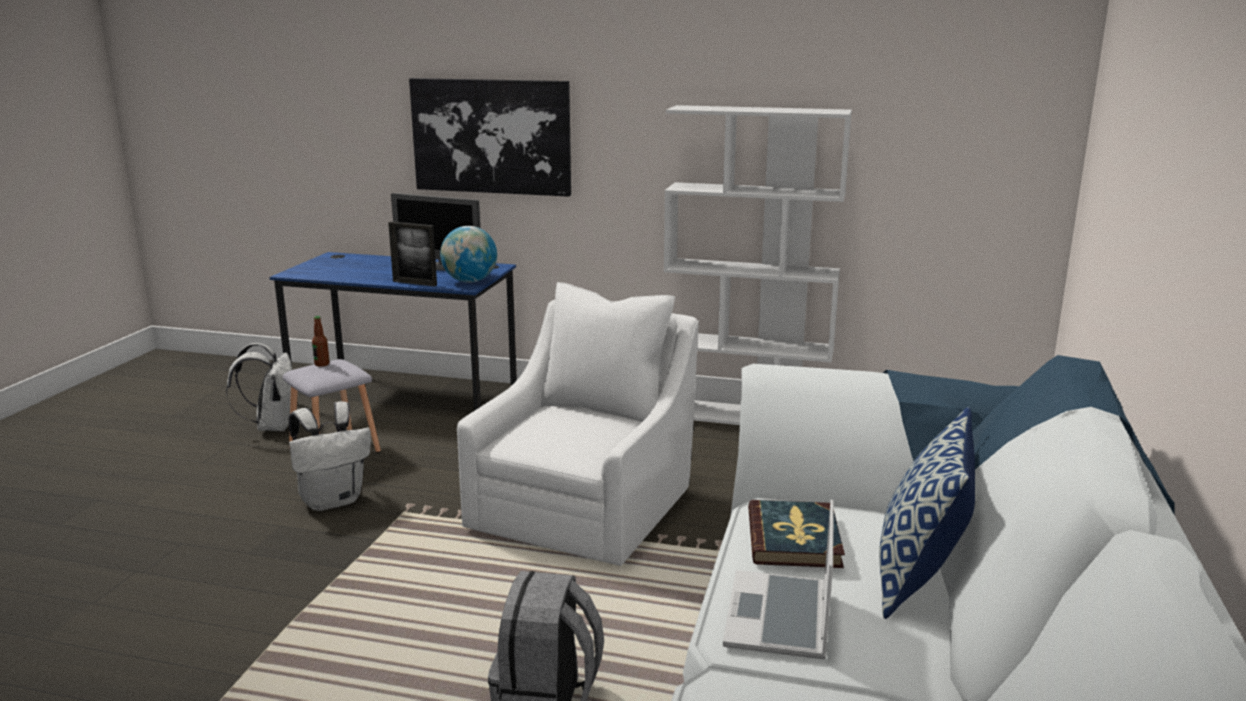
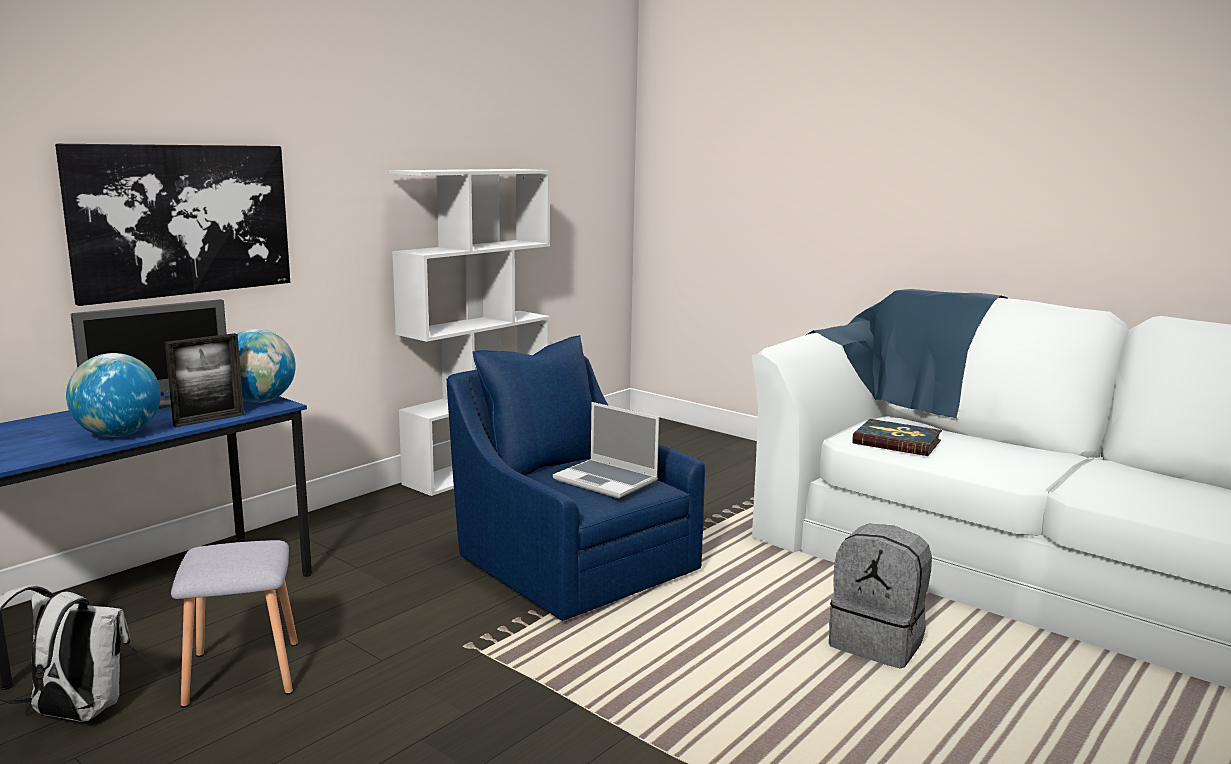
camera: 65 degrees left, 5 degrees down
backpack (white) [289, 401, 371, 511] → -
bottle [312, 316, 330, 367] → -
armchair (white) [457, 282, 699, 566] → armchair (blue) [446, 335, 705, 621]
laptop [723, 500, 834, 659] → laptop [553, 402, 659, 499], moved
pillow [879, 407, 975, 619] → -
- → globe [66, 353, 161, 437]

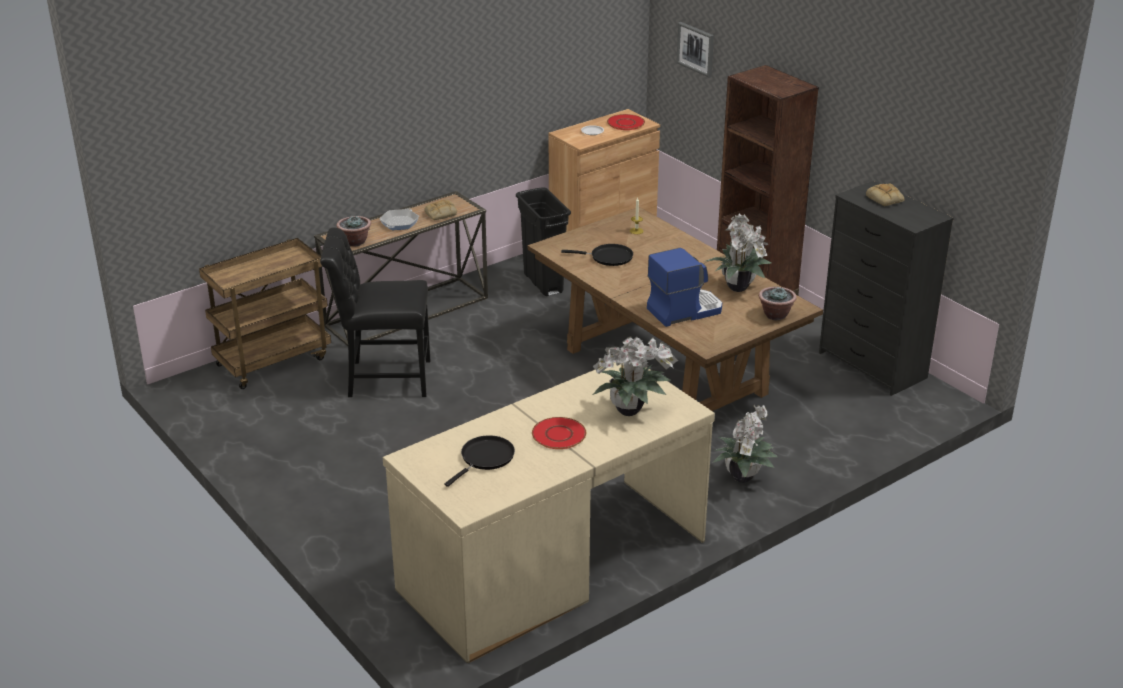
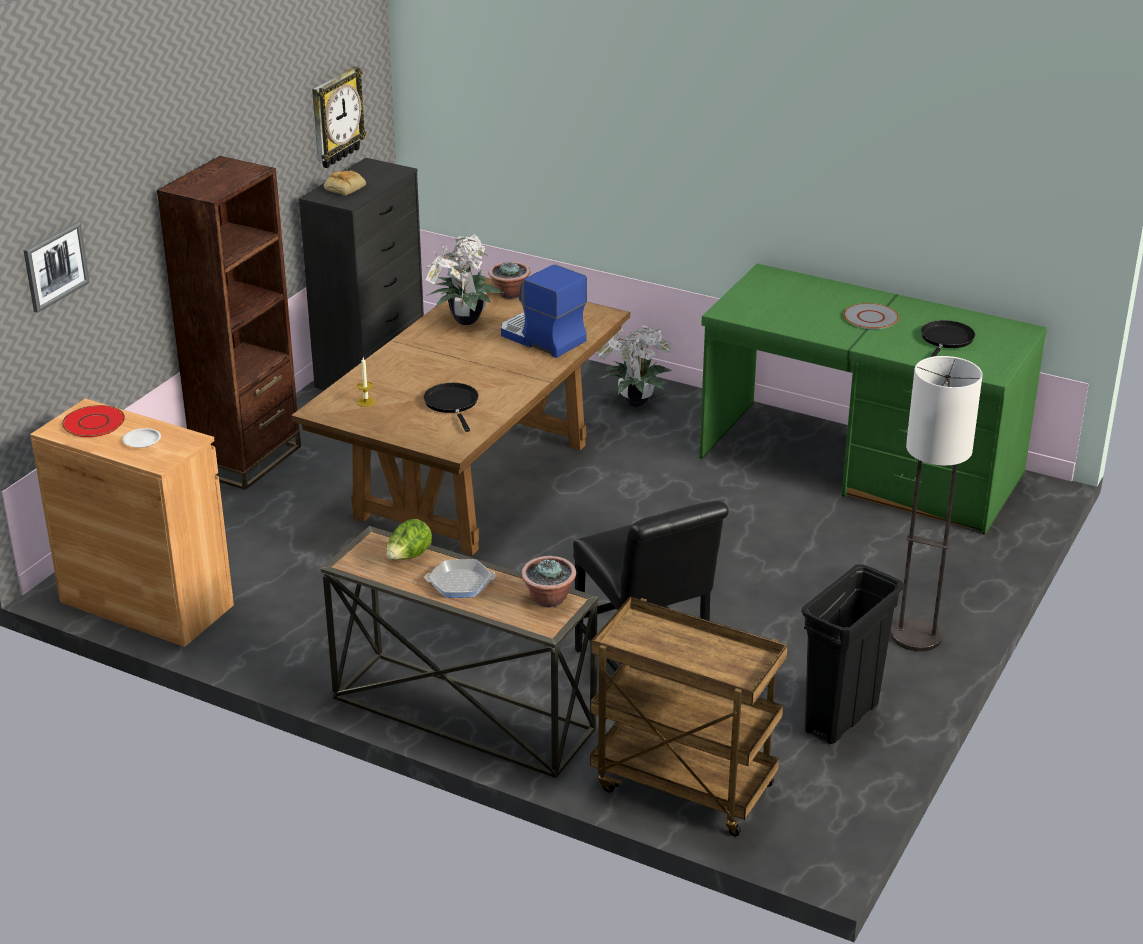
camera: 115 degrees left, 0 degrees up
desk (beige) [383, 362, 715, 663] → desk (green) [699, 264, 1047, 535]
bread [424, 199, 457, 220] → lettuce [386, 519, 432, 560]
frying pan (black) [445, 435, 515, 487] → frying pan (black) [921, 320, 975, 357], 105 degrees clockwise
trash can (black) [516, 187, 571, 296] → trash can (black) [801, 565, 904, 744], moved
plate (red) [532, 417, 586, 449] → plate (grey) [844, 303, 899, 329]
potted plant [593, 336, 678, 416] → -
- → wall clock [312, 66, 367, 168]
- → floor lamp [891, 356, 983, 651]

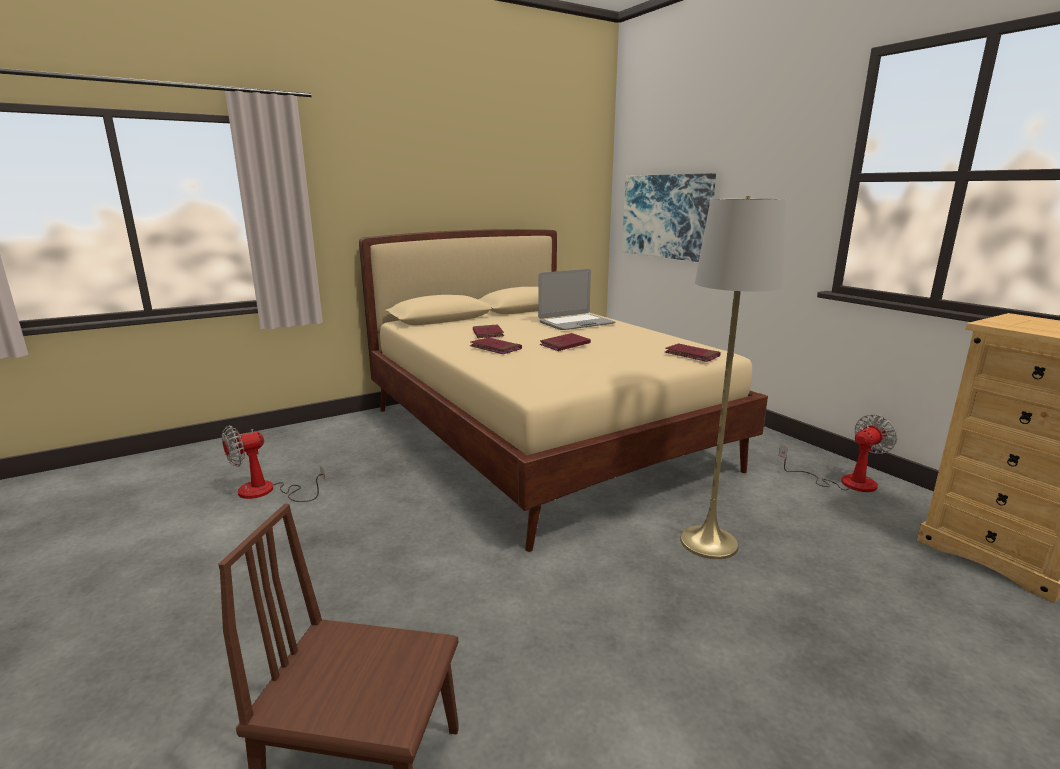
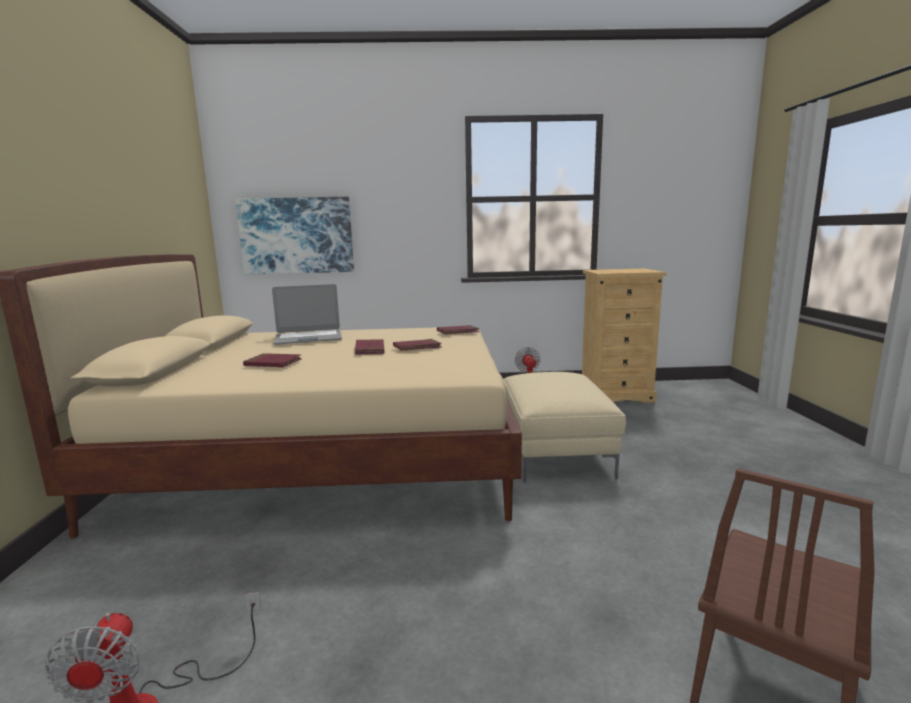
camera: 60 degrees left, 5 degrees down
book (red) [470, 337, 522, 354] → book (red) [393, 339, 442, 351], moved
laptop [538, 269, 616, 330] → laptop [272, 284, 342, 345], 75 degrees clockwise
floor lamp (grey) [680, 196, 786, 559] → ottoman (beige) [503, 372, 626, 482]

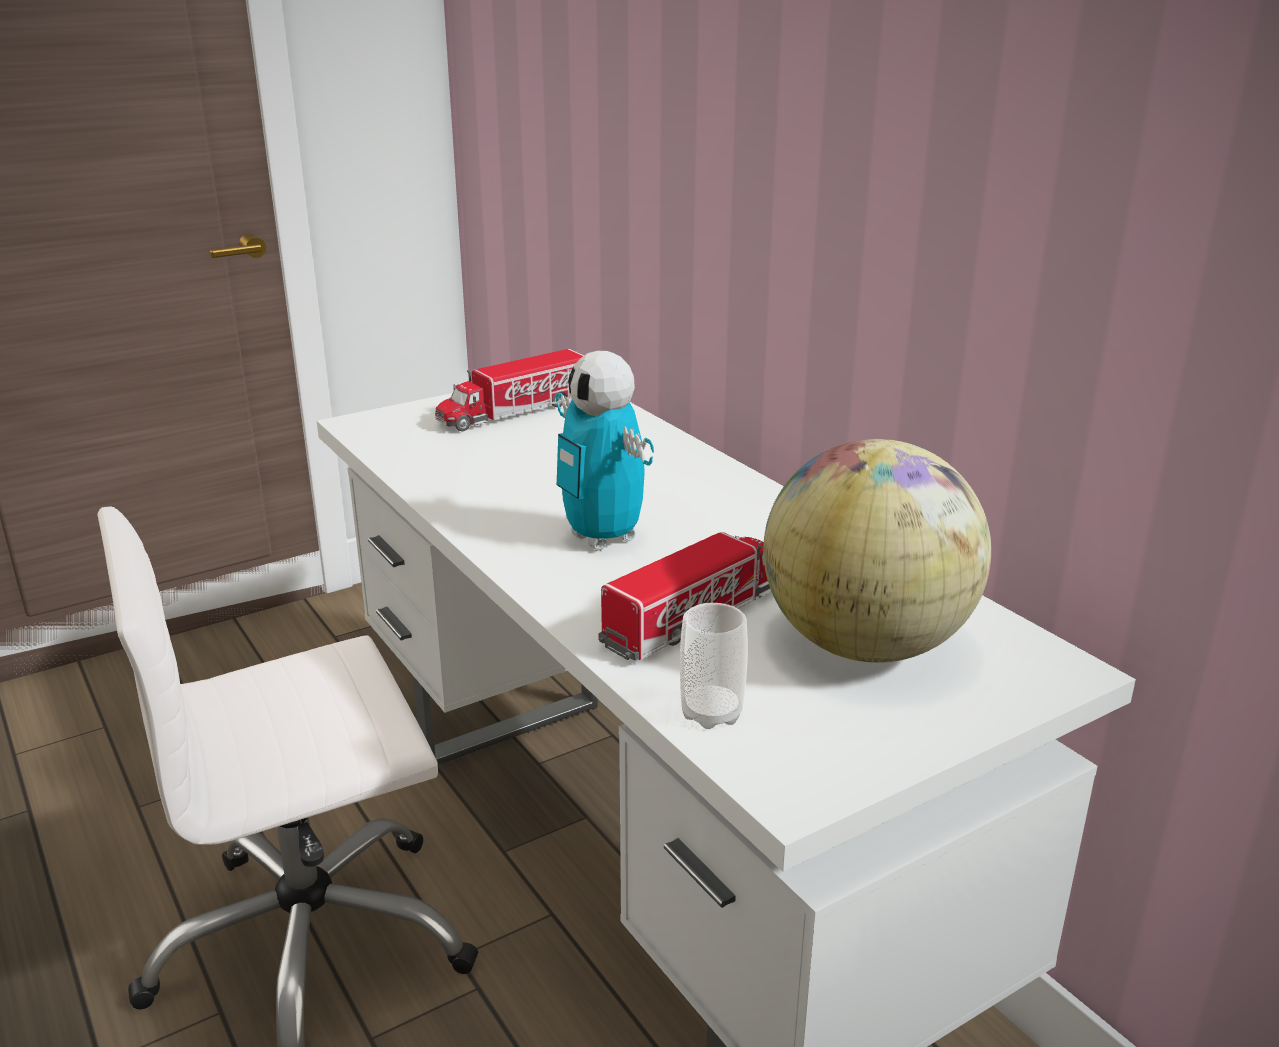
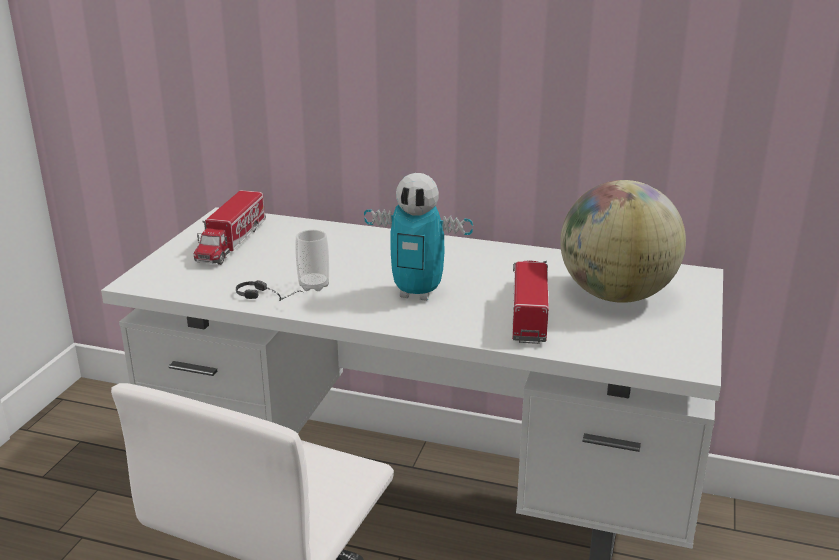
camera: 40 degrees left, 0 degrees up
cup [680, 603, 748, 729] → cup [295, 230, 329, 291], moved
- → headphones [236, 280, 302, 301]

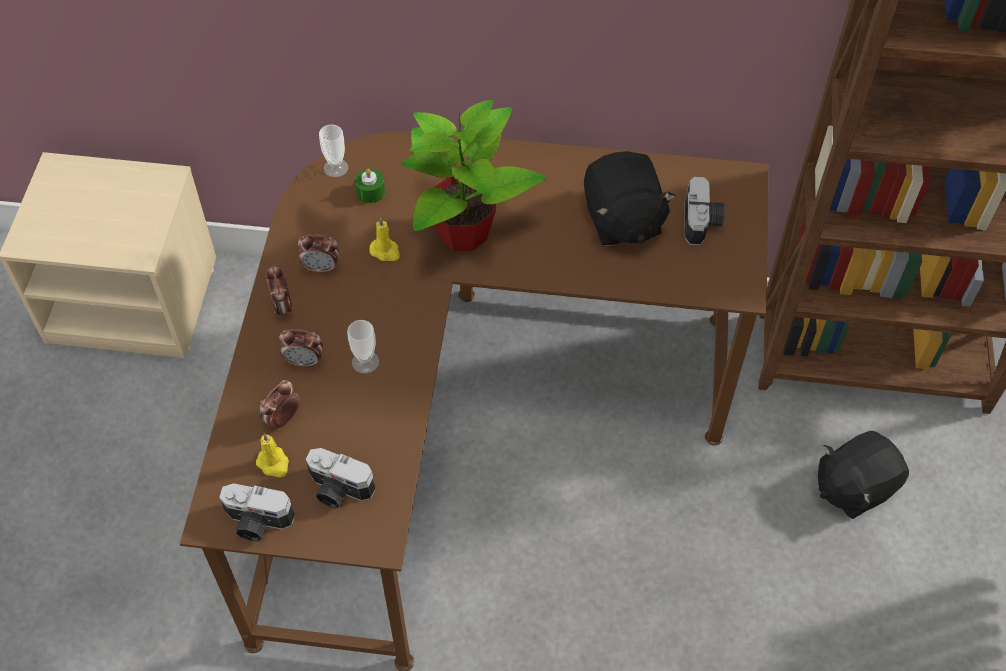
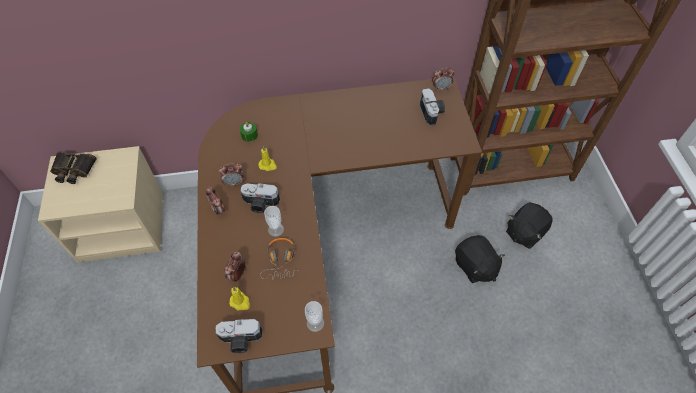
camera: 15 degrees left, 0 degrees up
alarm clock [279, 329, 323, 367] → alarm clock [432, 67, 454, 90], moved
photo camera [306, 448, 376, 509] → photo camera [240, 183, 280, 213], moved
cup [319, 124, 348, 177] → cup [305, 301, 324, 332], moved
potted plant [401, 100, 546, 251] → -
plush toy (black) [584, 151, 676, 246] → plush toy (black) [455, 235, 505, 283], moved
- → binoculars [50, 151, 96, 184]
- → headphones [260, 238, 300, 280]

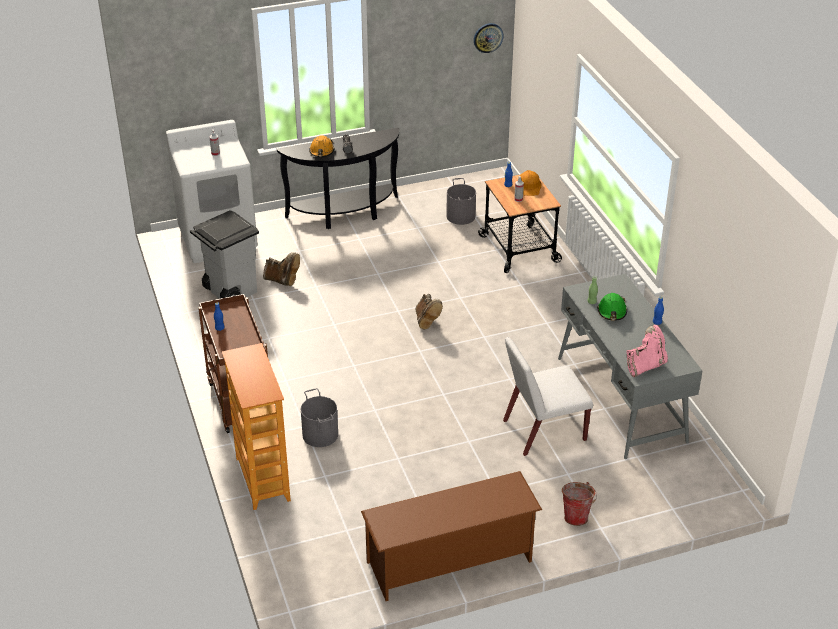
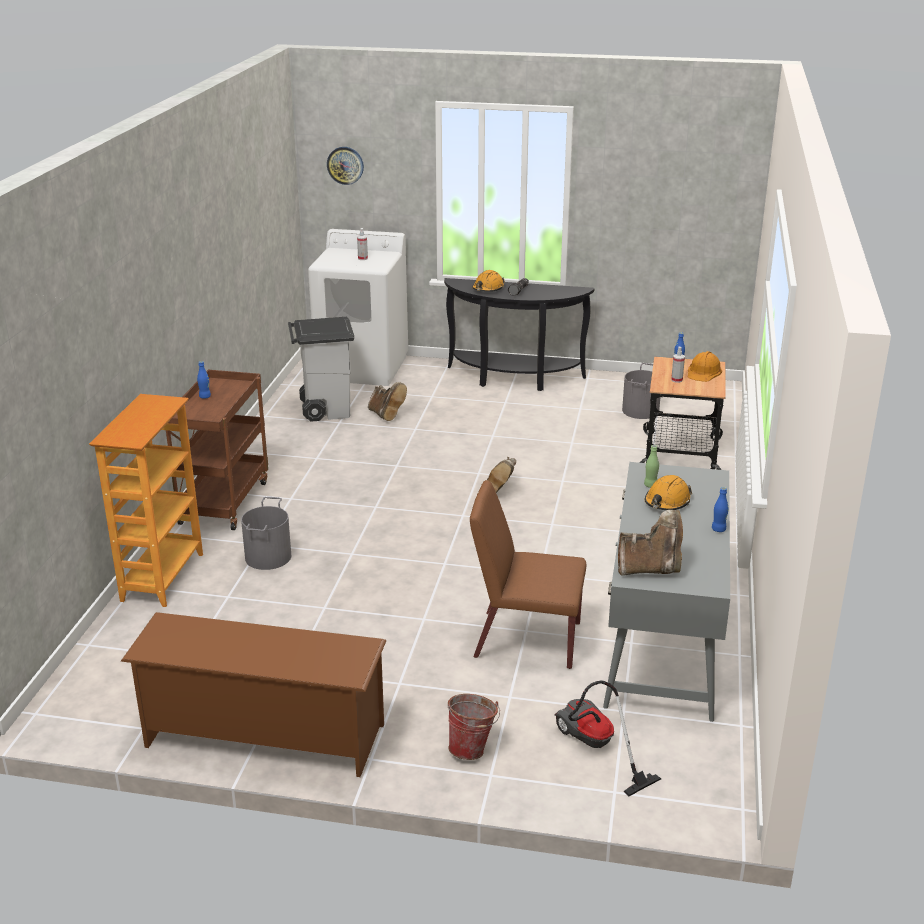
camera: 30 degrees right, 10 degrees down
wall clock [474, 23, 504, 53] → wall clock [327, 147, 364, 185], moved
chair (white) [503, 337, 593, 456] → chair (brown) [470, 480, 586, 669]
hard hat (green) [597, 293, 627, 321] → hard hat (orange) [645, 475, 692, 510]
boot (pink) [627, 325, 668, 377] → boot (brown) [618, 510, 683, 576]
- → vacuum cleaner [554, 680, 661, 797]

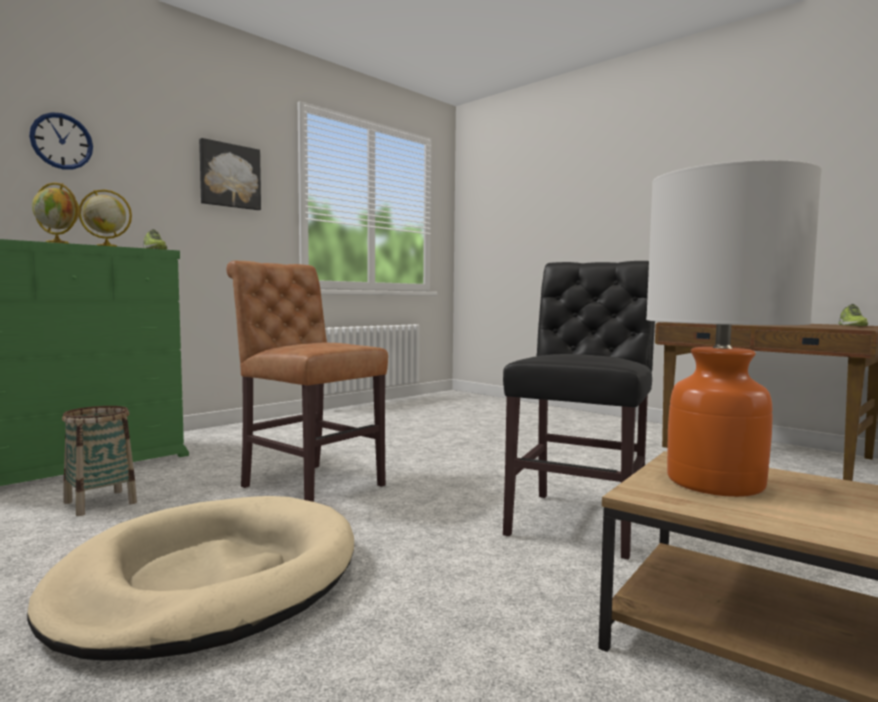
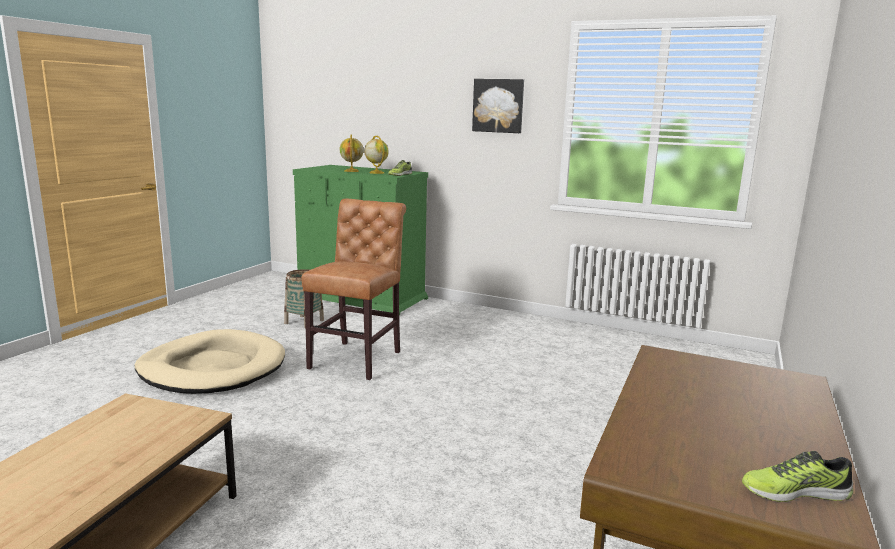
camera: 70 degrees right, 10 degrees up
wall clock [29, 112, 93, 170] → -
chair (black) [503, 261, 655, 560] → -
table lamp [646, 160, 822, 497] → -

